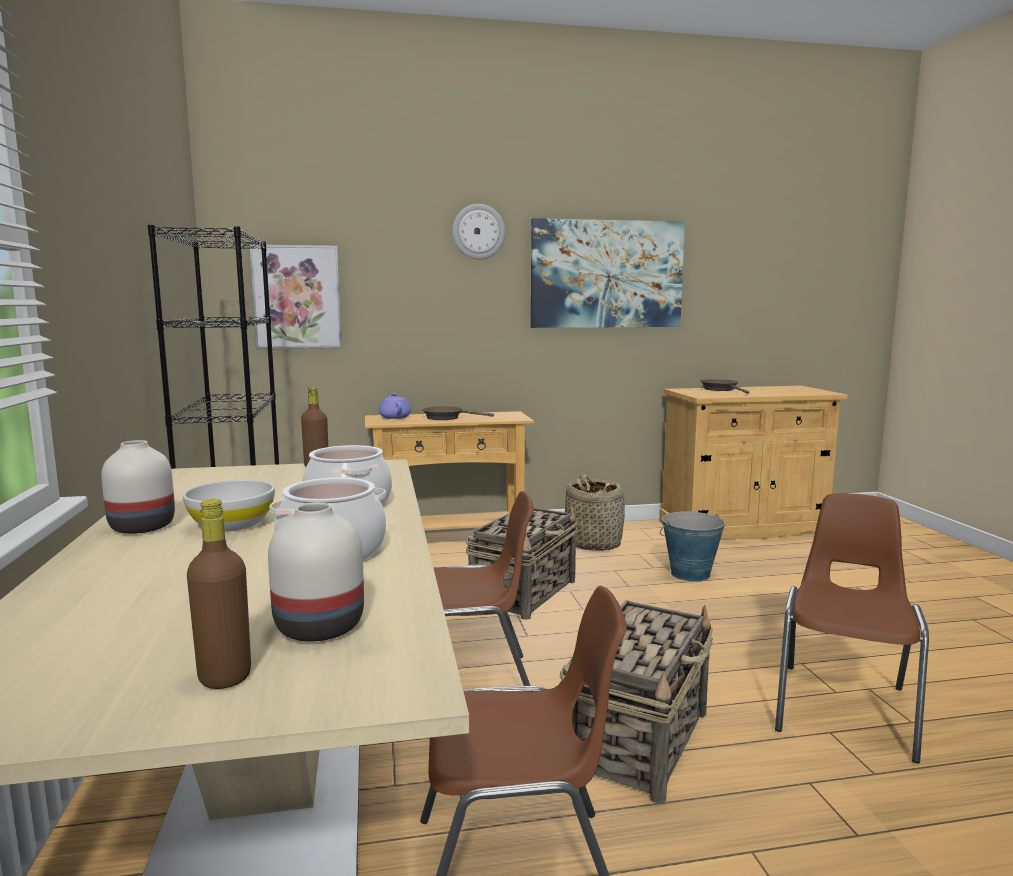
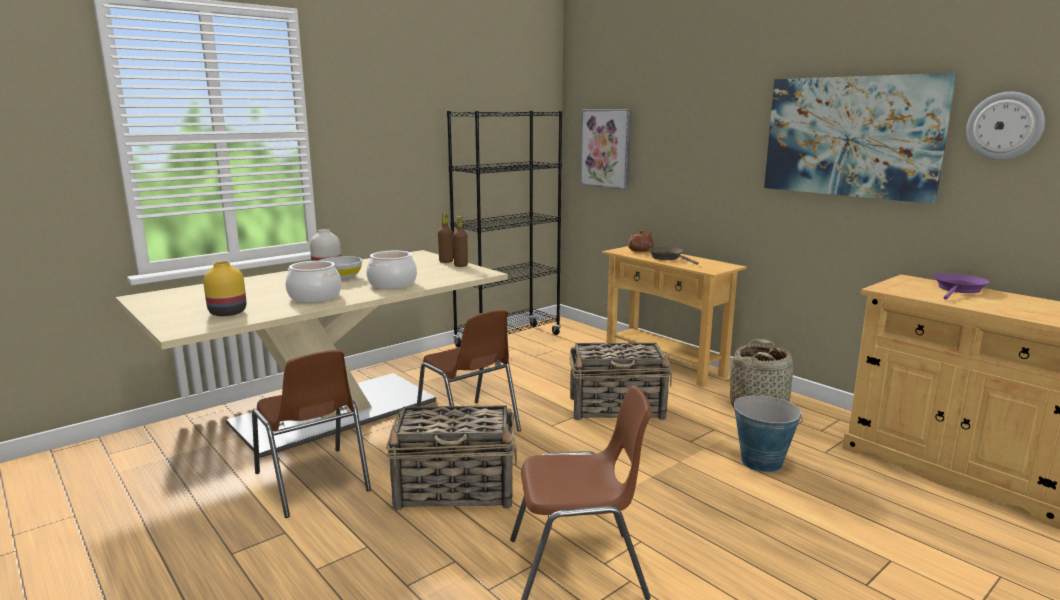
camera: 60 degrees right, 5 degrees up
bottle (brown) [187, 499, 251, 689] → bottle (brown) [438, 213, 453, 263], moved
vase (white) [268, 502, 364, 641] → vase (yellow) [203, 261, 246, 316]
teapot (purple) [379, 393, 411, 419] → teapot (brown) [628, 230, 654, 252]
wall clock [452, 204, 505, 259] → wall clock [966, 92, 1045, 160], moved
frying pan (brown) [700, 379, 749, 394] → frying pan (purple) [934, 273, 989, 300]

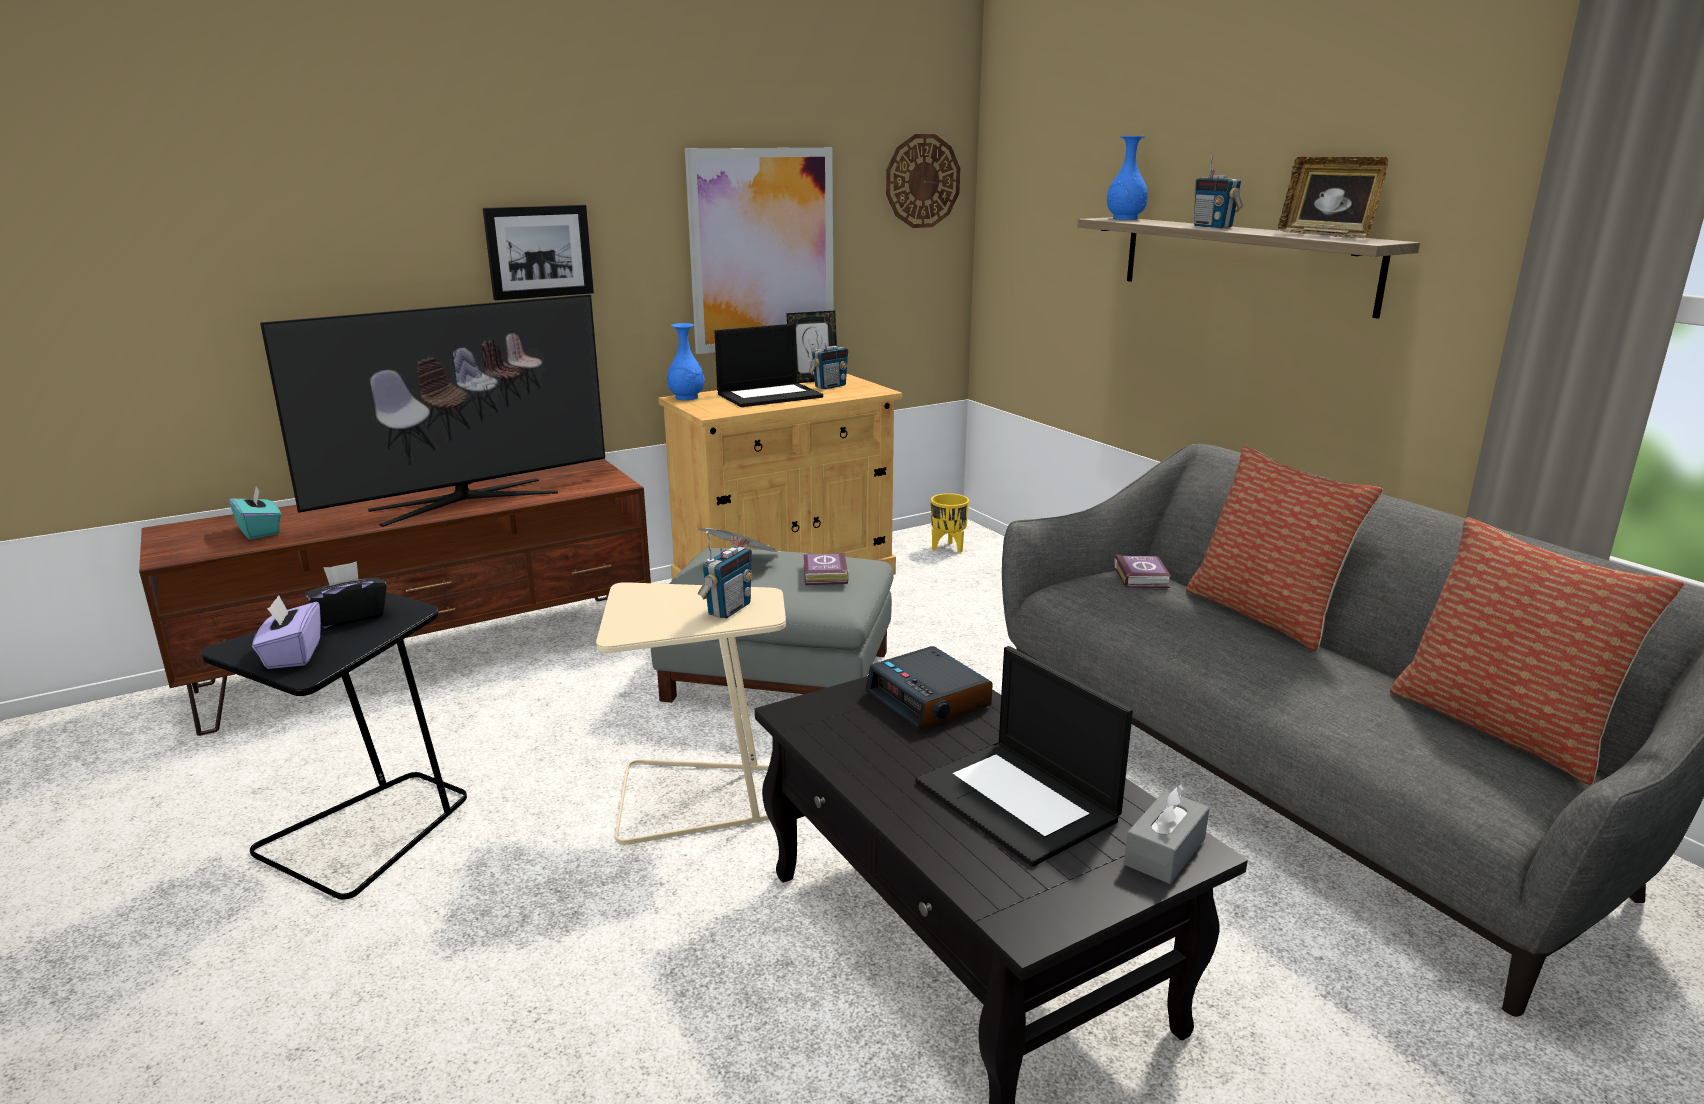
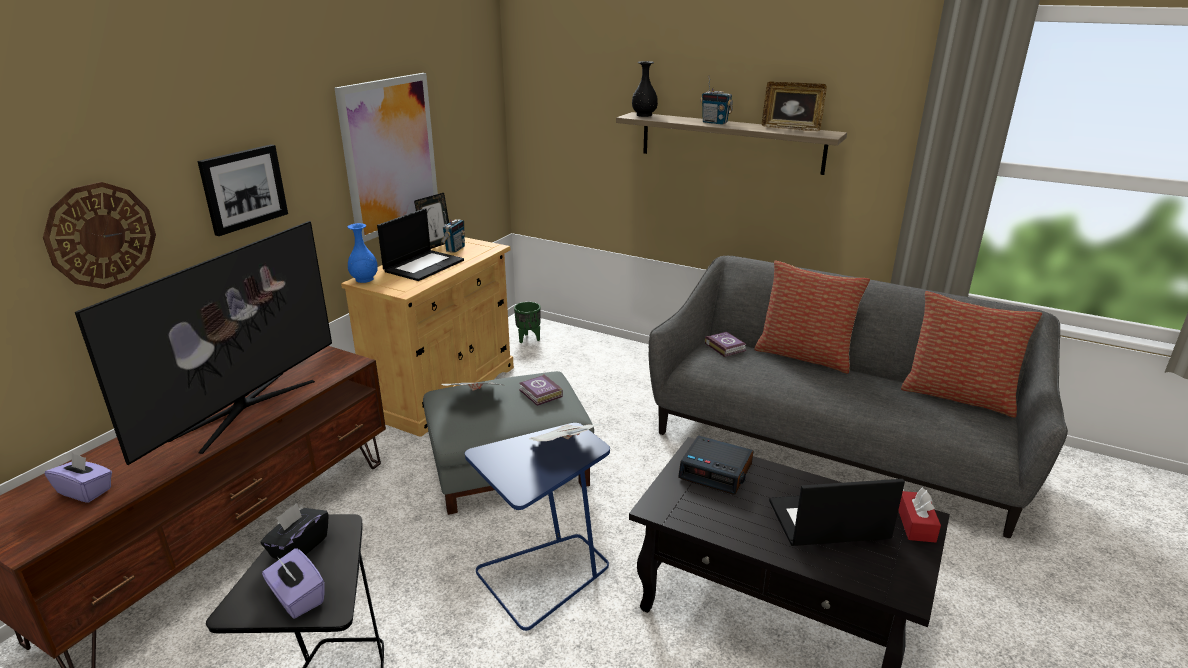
camera: 30 degrees left, 5 degrees up
tissue box (turquoise) [229, 487, 281, 540] → tissue box (purple) [45, 453, 112, 503]
side table (beige) [596, 582, 786, 845] → side table (blue) [465, 423, 610, 631]
radio [698, 531, 753, 619] → newspaper [531, 424, 604, 441]
wall clock [886, 134, 960, 228] → wall clock [43, 182, 156, 289], moved
laptop [915, 646, 1133, 867] → laptop [769, 479, 905, 546], 150 degrees clockwise
planter (yellow) [931, 493, 969, 553] → planter (green) [514, 302, 541, 343]
vase (blue) [1107, 136, 1148, 220] → vase (black) [632, 61, 658, 117]
tissue box (grey) [1124, 785, 1209, 884] → tissue box (red) [898, 488, 941, 543]

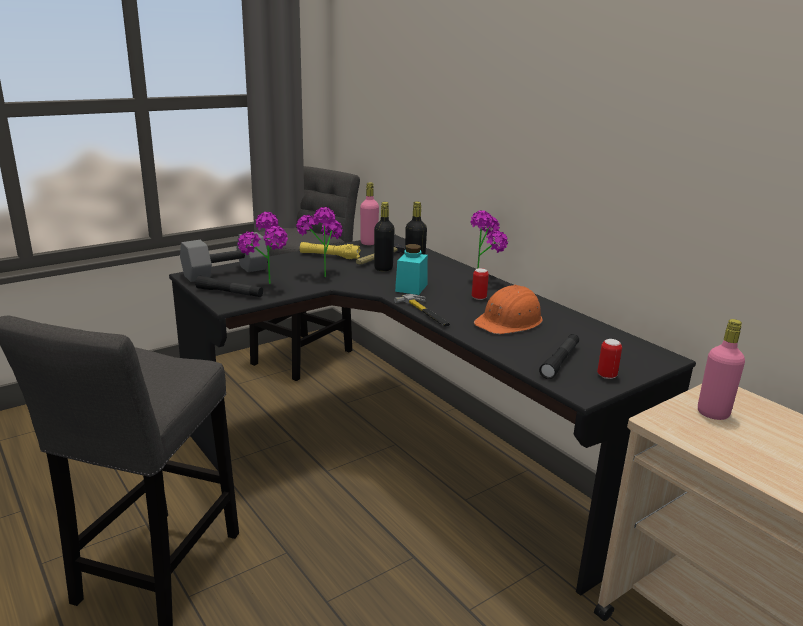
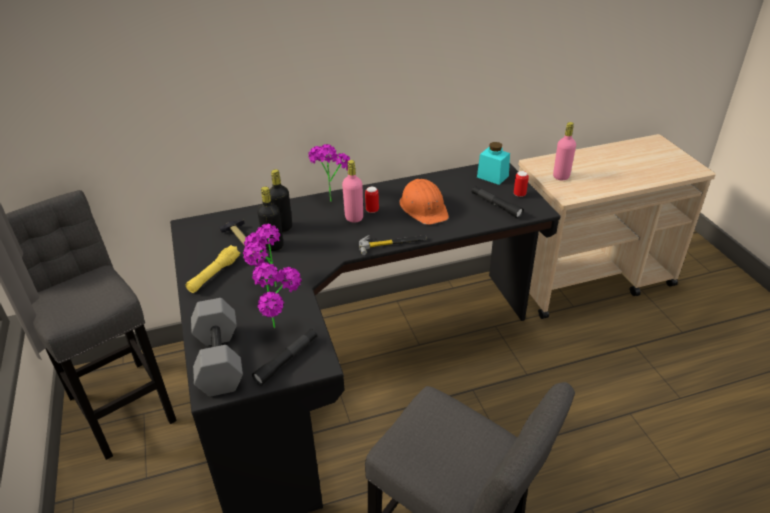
camera: 70 degrees left, 15 degrees up
bottle (pink) [360, 182, 379, 245] → bottle (pink) [342, 160, 363, 223], moved
jar (turquoise) [395, 244, 428, 295] → jar (turquoise) [477, 142, 510, 185], moved

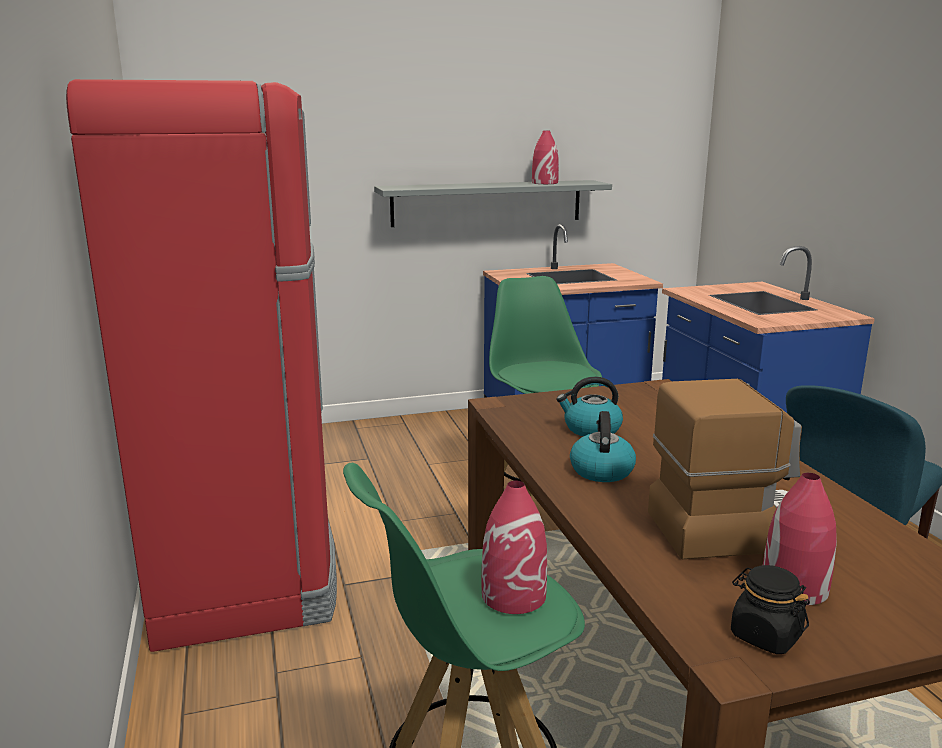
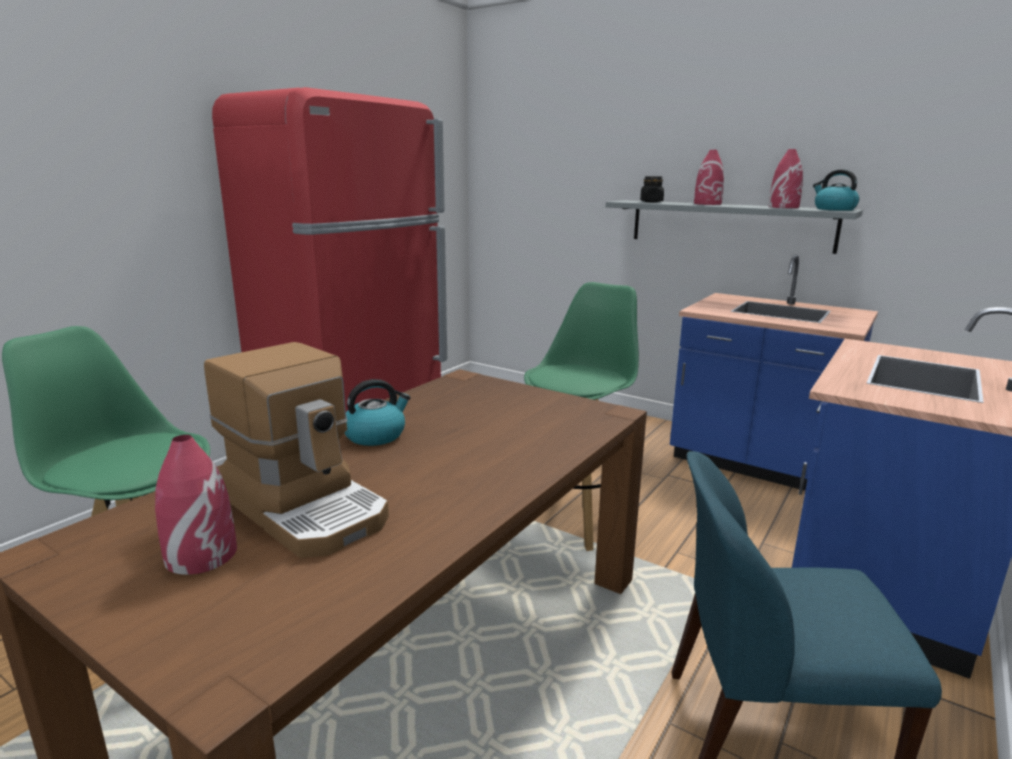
camera: 50 degrees right, 0 degrees up
vase (red) [482, 481, 547, 614] → vase (red) [694, 150, 724, 205], moved
kettle [557, 377, 623, 437] → kettle [813, 170, 859, 211], moved
jar (black) [731, 565, 810, 654] → jar (black) [640, 176, 664, 202], moved

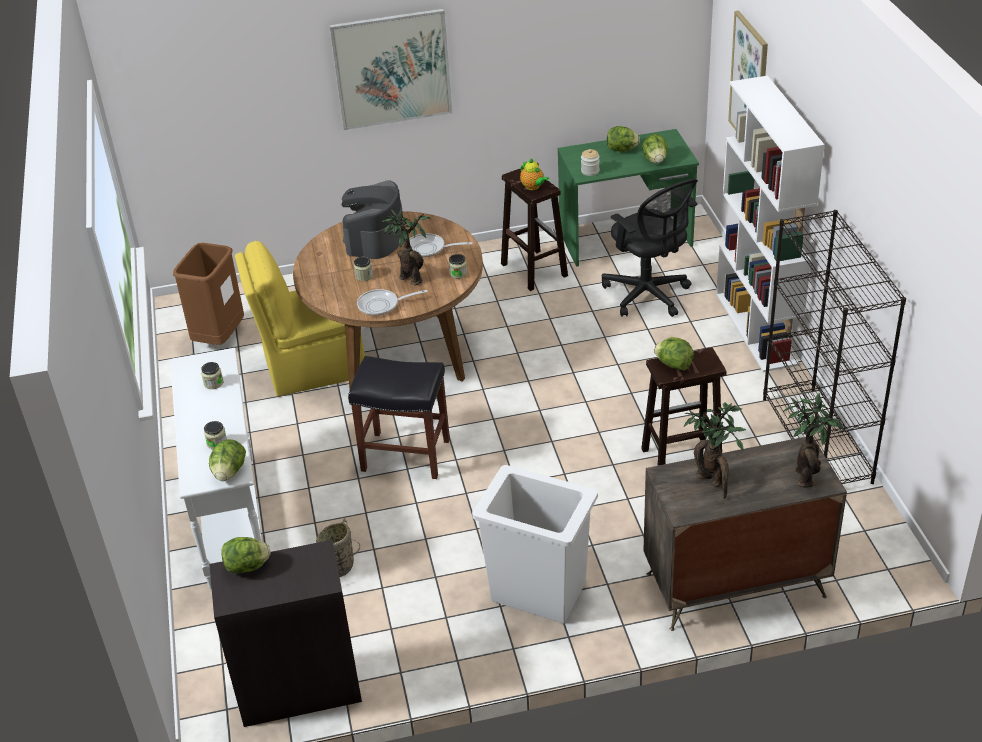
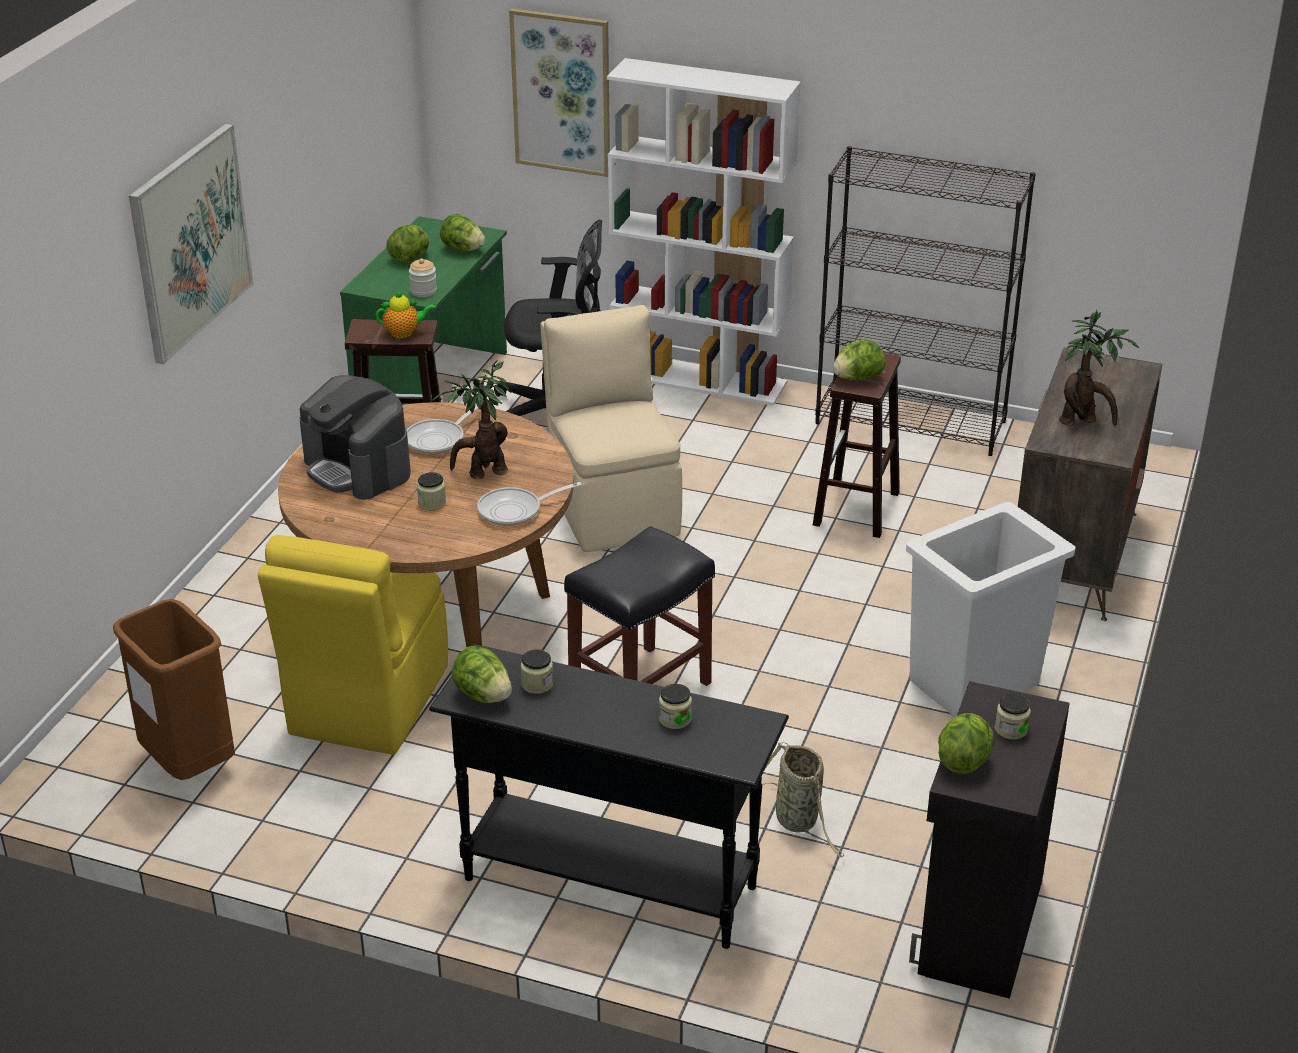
camera: 60 degrees left, 5 degrees down
console table (white) [170, 348, 262, 589] → console table (black) [429, 644, 789, 949]
lettuce [209, 439, 246, 481] → lettuce [452, 646, 512, 703], moved
frying pan [357, 289, 428, 316] → frying pan [477, 482, 582, 526], 45 degrees clockwise
jar [449, 254, 467, 279] → jar [995, 693, 1031, 740], moved
potted plant [783, 393, 844, 487] → -
- → chair (beige) [540, 305, 682, 552]

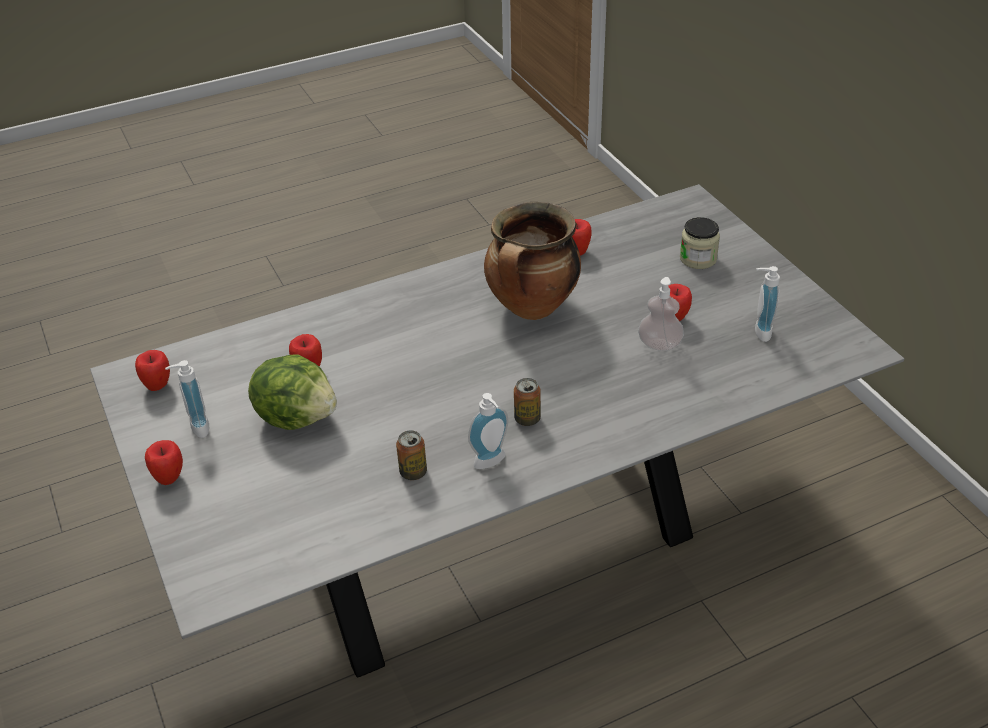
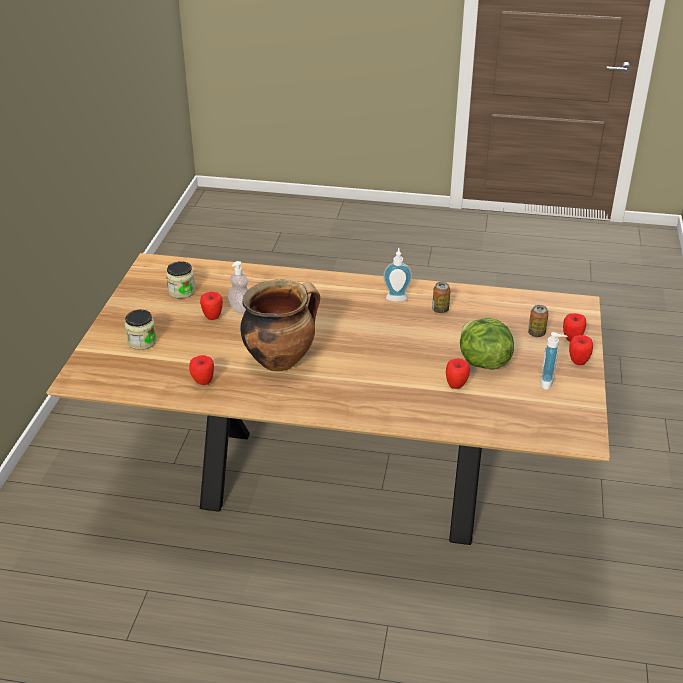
camera: 145 degrees left, 5 degrees down
dining table (grey) [90, 184, 904, 678] → dining table (brown) [46, 253, 610, 545]
apple [135, 350, 170, 391] → apple [563, 313, 586, 342], moved
can [514, 378, 541, 426] → can [528, 305, 549, 337], moved
soap dispenser [755, 266, 780, 342] → jar [166, 261, 195, 299]

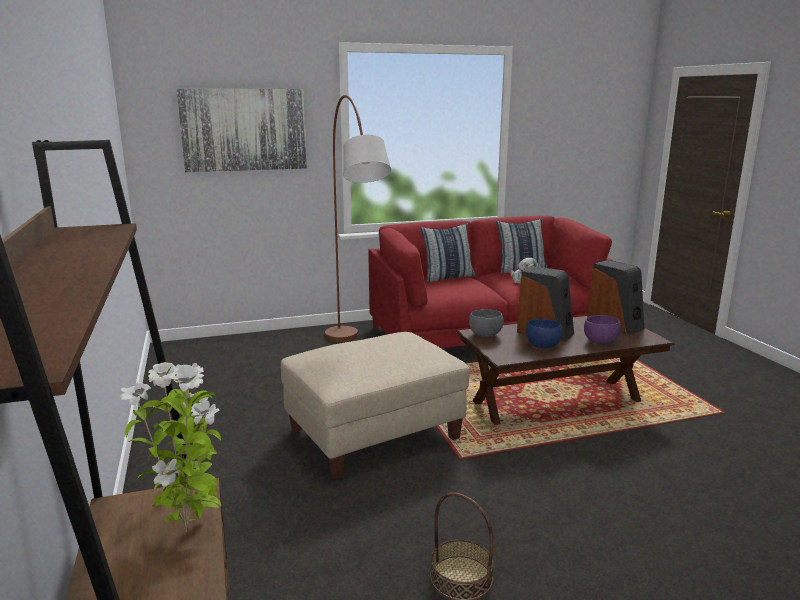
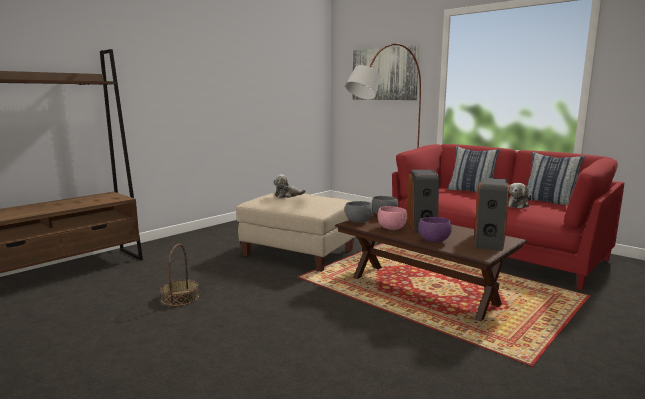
camera: 60 degrees right, 5 degrees down
potted plant [119, 362, 221, 532] → -
bowl (blue) [526, 319, 562, 348] → bowl (pink) [378, 206, 407, 230]
- → plush toy [273, 174, 306, 198]
- → bowl (grey) [345, 201, 373, 223]

